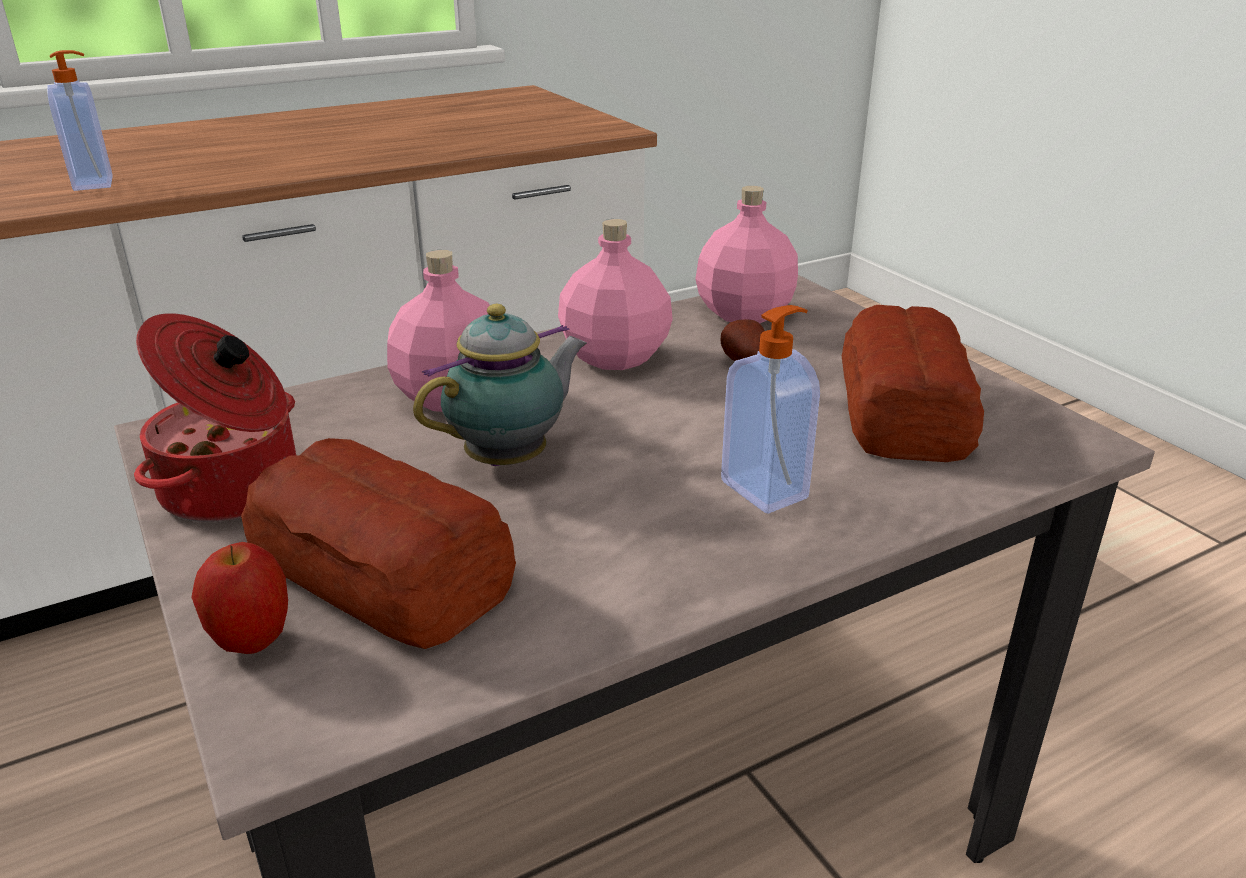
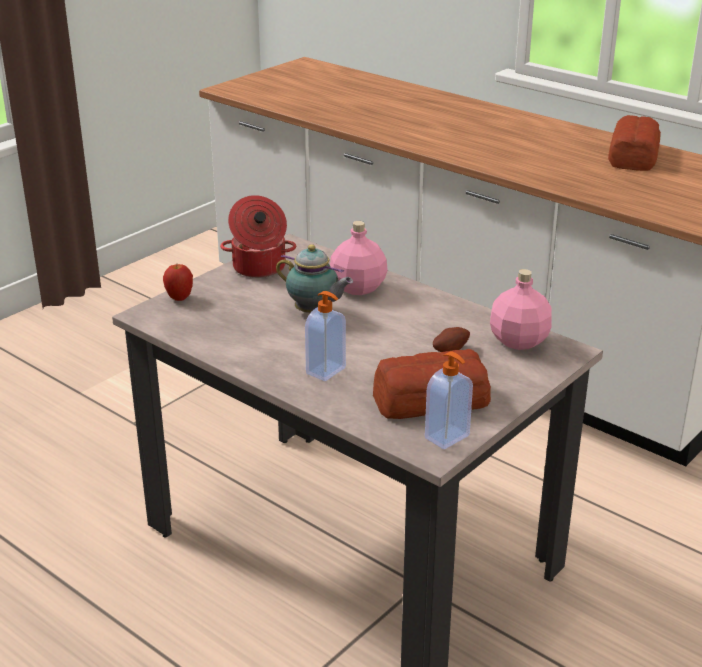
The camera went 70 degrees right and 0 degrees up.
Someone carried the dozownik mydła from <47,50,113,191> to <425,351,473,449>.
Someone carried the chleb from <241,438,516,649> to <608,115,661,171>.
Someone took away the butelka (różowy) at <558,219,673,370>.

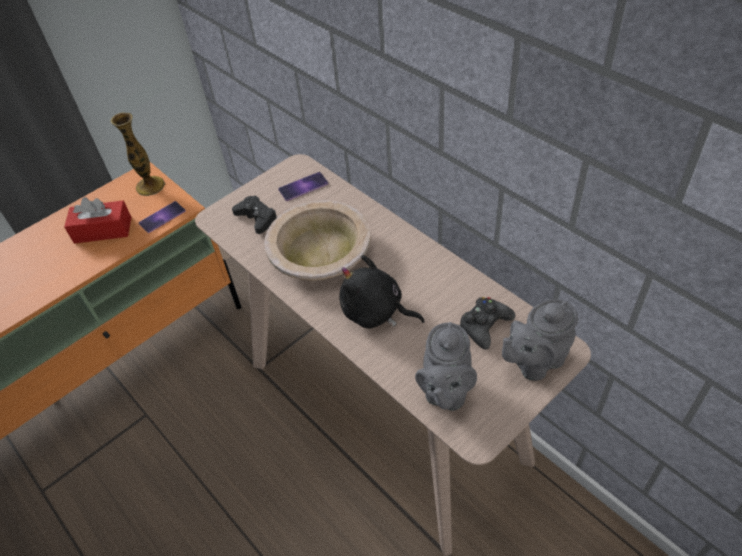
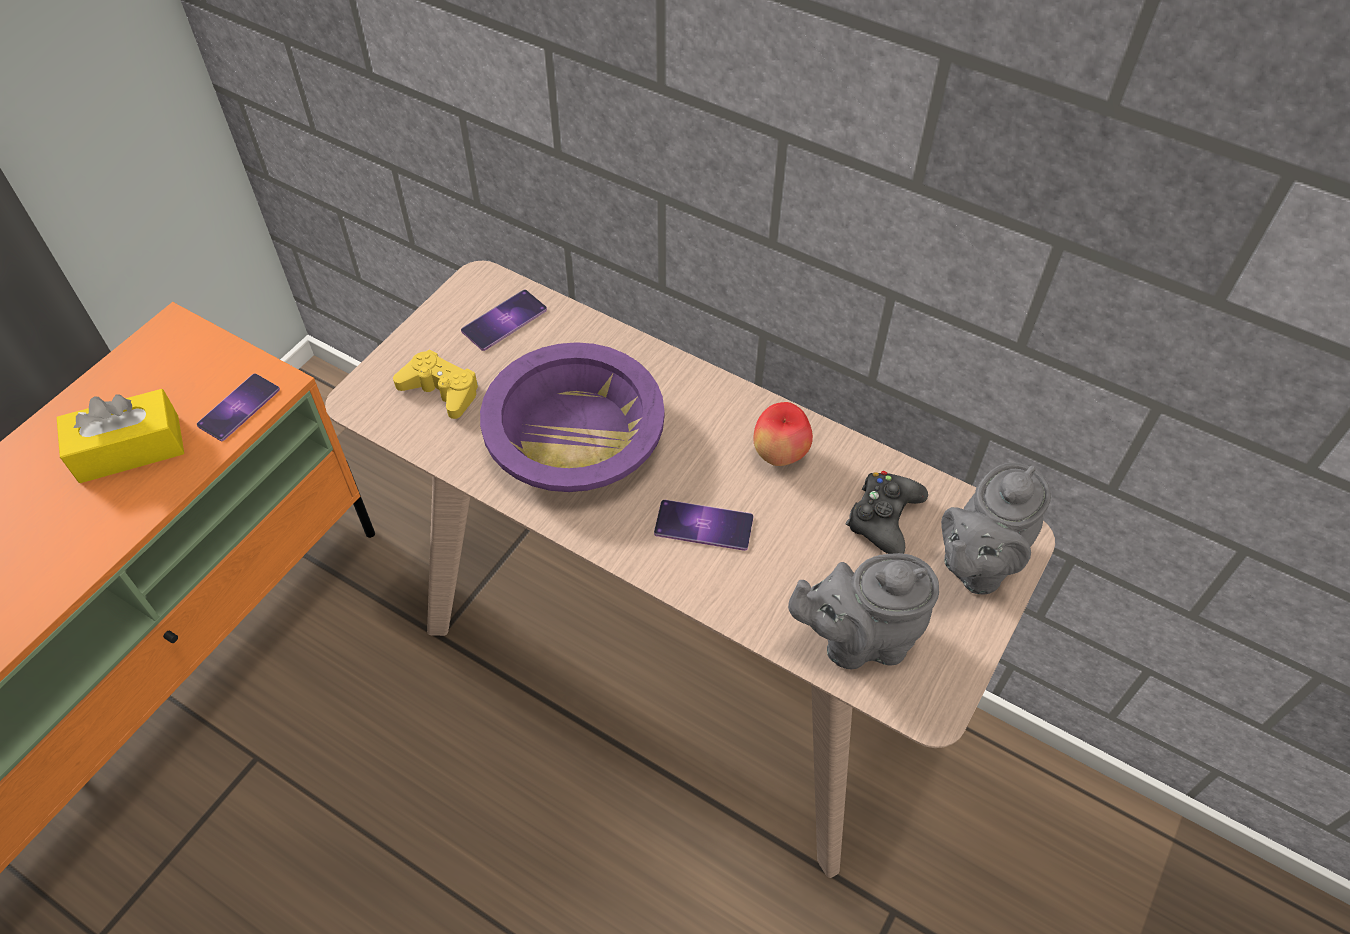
The camera went 20 degrees left and 5 degrees up.
Someone repainted the pudełko chusteczek (czerwony) at <64,197,132,244>, which became the pudełko chusteczek (żółty) at <57,389,184,483>.
Someone took away the wazon at <110,113,165,196>.
Someone repainted the pad do gier (czarny) at <232,195,277,234>, which became the pad do gier (żółty) at <393,349,479,419>.
Someone repainted the miska (beżowy) at <264,200,371,281>, which became the miska (fioletowy) at <480,342,664,492>.
Someone swapped the pluszak (czarny) at <339,255,425,328> for the telefon at <654,500,754,551>.
Someone rotated the imbryk (szary) at <415,322,477,411> by 90 degrees clockwise.
Someone put down the jabłko at <753,402,813,466>.

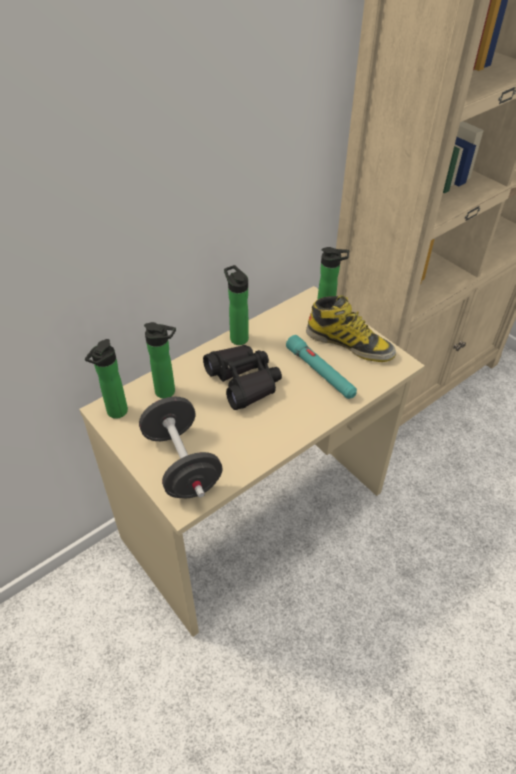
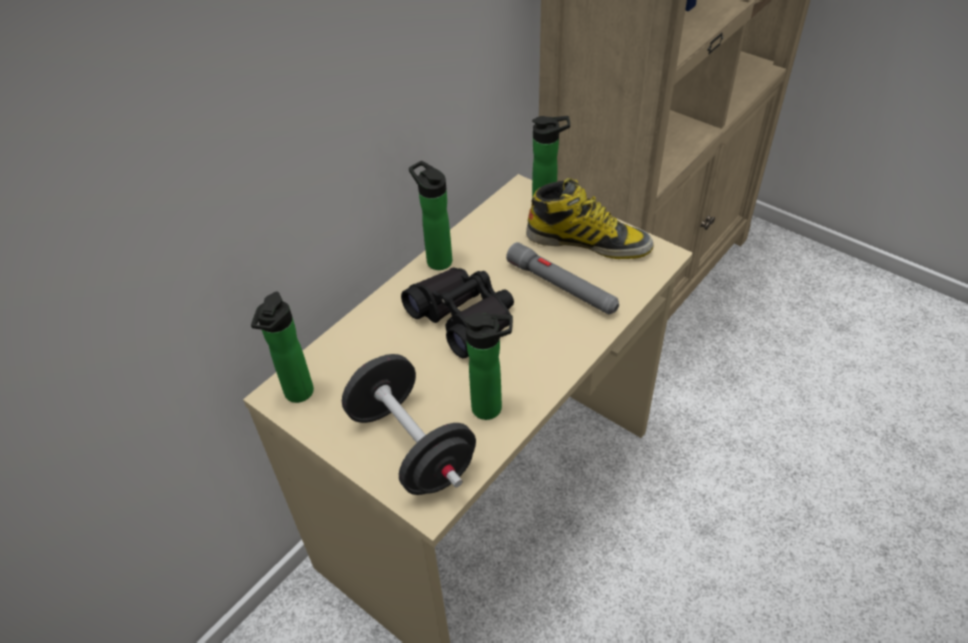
The camera went 10 degrees left and 0 degrees up.
Someone carried the butelka from <144,322,176,398> to <464,313,513,420>.
Someone repainted the latarka (turkusowy) at <286,335,357,399>, which became the latarka (szary) at <506,242,619,314>.

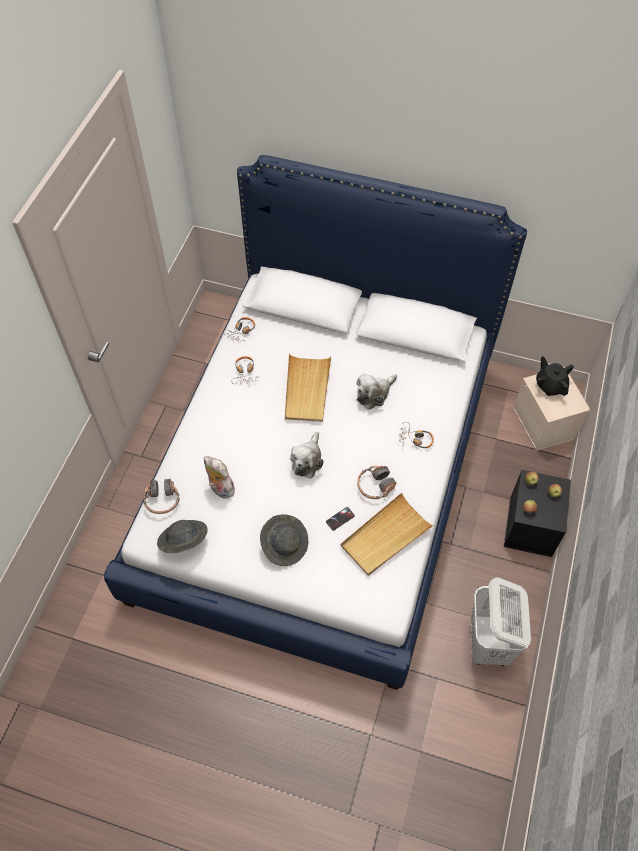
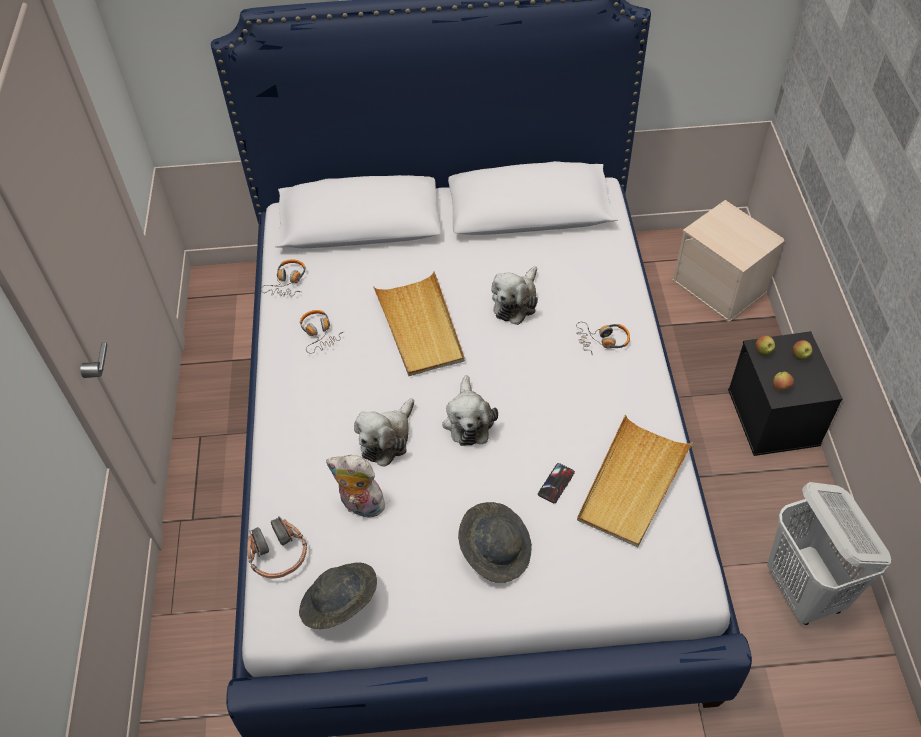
The camera went 20 degrees left and 5 degrees down.
Someone took away the słuchawki at <357,466,397,499>.
Someone took away the imbryk (czarny) at <536,356,574,396>.
Someone put down the pluszak at <354,398,414,466>.

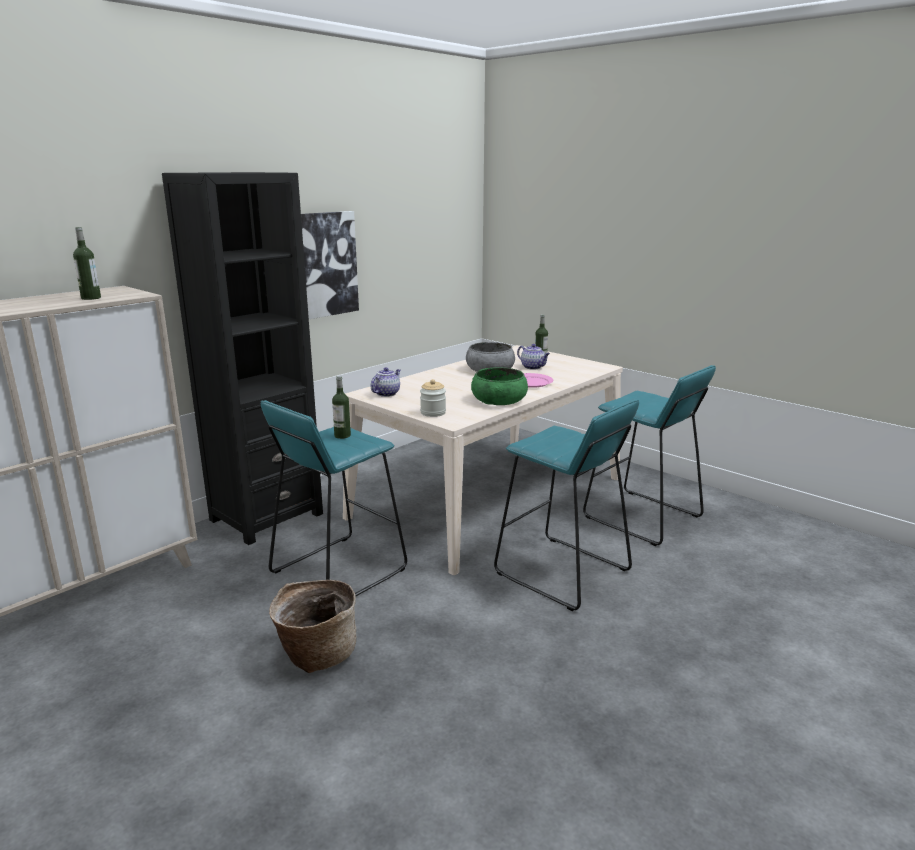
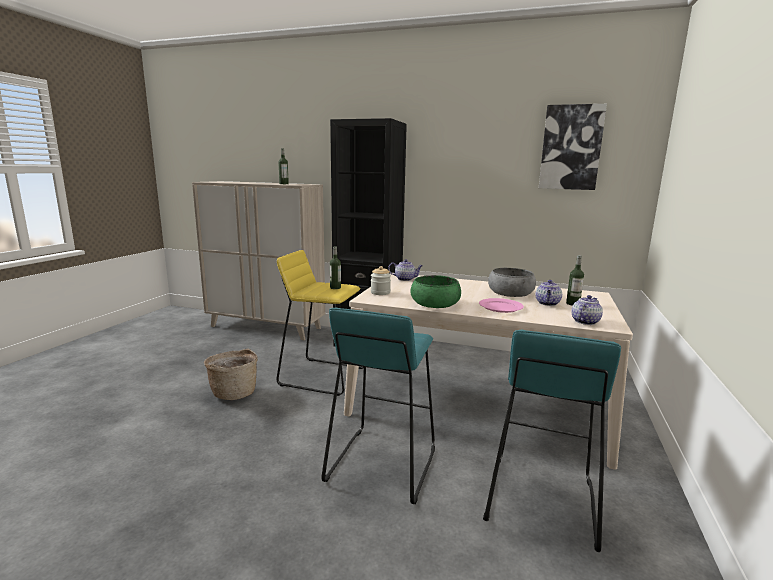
The camera went 65 degrees right and 5 degrees down.
Someone repainted the stołek (turkusowy) at <261,400,407,596>, which became the stołek (żółty) at <276,250,364,396>.
Someone carried the obraz from <301,211,359,319> to <539,104,607,190>.
Someone put down the imbryk at <571,295,603,325>.

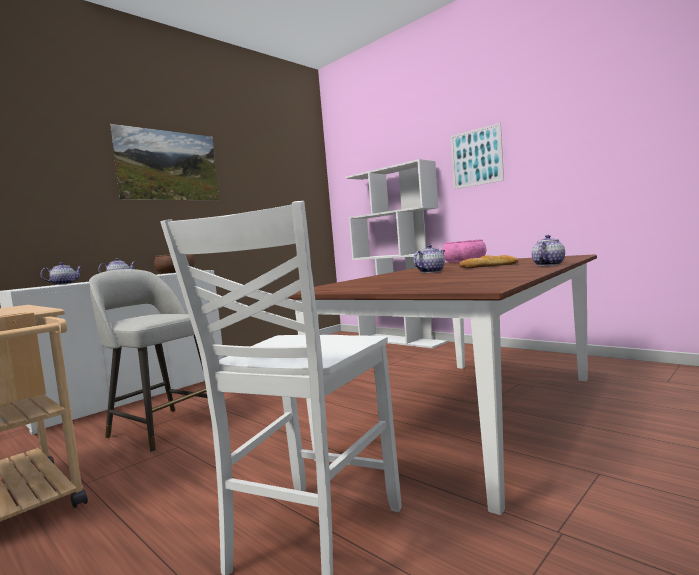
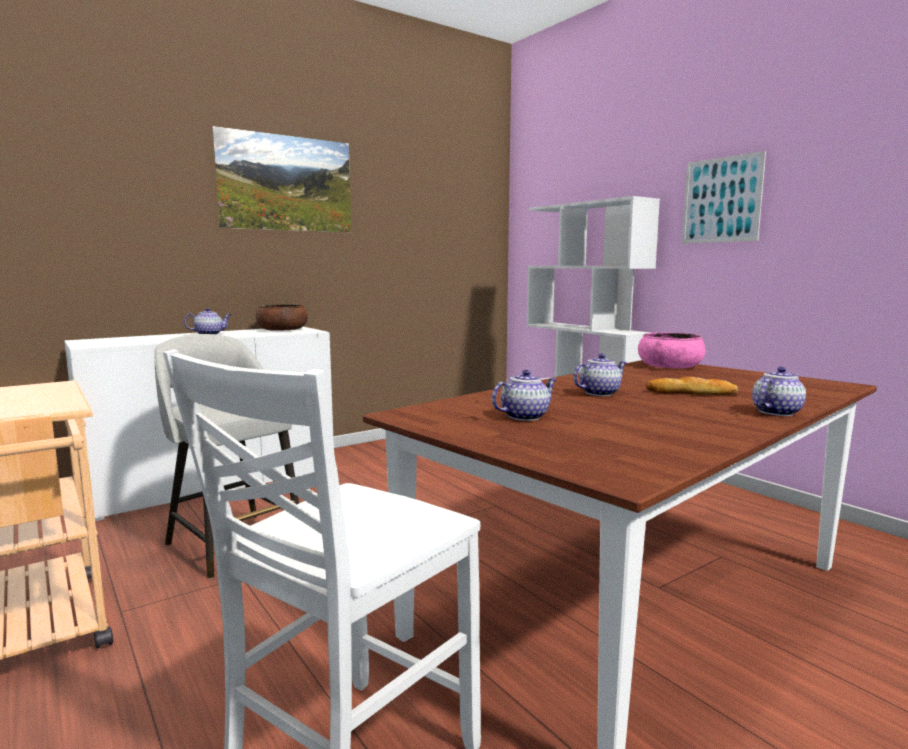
The camera went 10 degrees right and 5 degrees up.
Someone carried the imbryk from <41,262,82,285> to <492,370,557,421>.

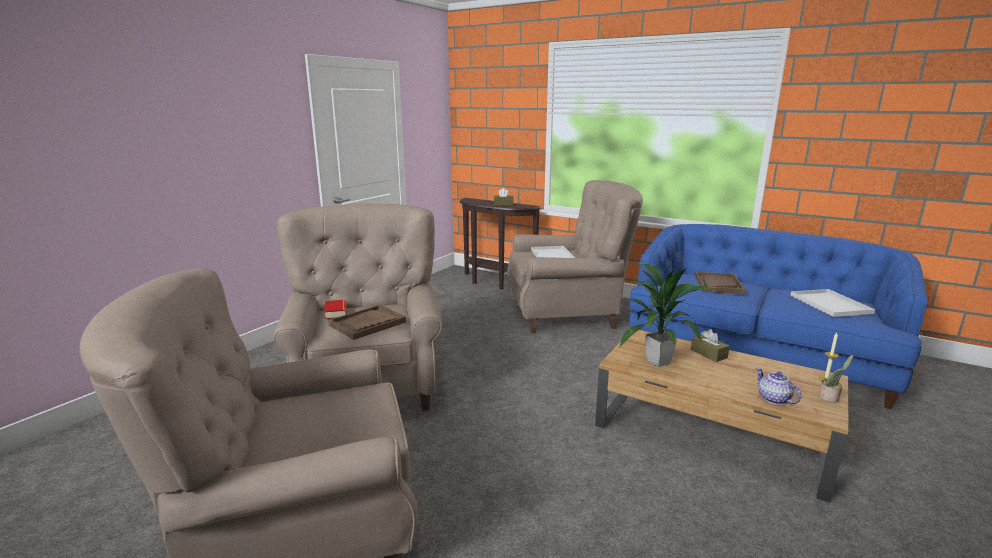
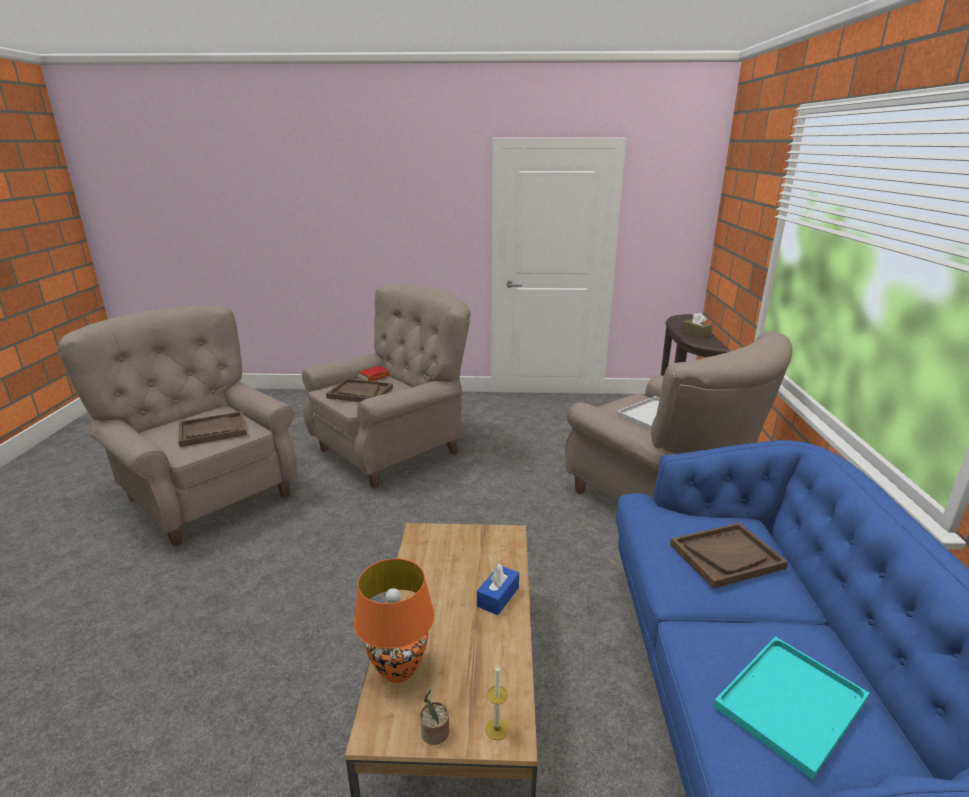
The camera went 60 degrees right and 5 degrees up.
Someone took away the roślina doniczkowa at <619,262,715,367>.
Someone repainted the pudełko chusteczek (brązowy) at <691,329,730,362>, which became the pudełko chusteczek (niebieski) at <477,563,519,615>.
Someone swapped the imbryk at <756,368,801,405> for the lampa stołowa (pomarańczowy) at <354,558,435,683>.
Someone repainted the taca (biały) at <790,289,875,317>, which became the taca (turkusowy) at <713,636,870,780>.
Someone put down the taca (brązowy) at <178,411,247,447>.

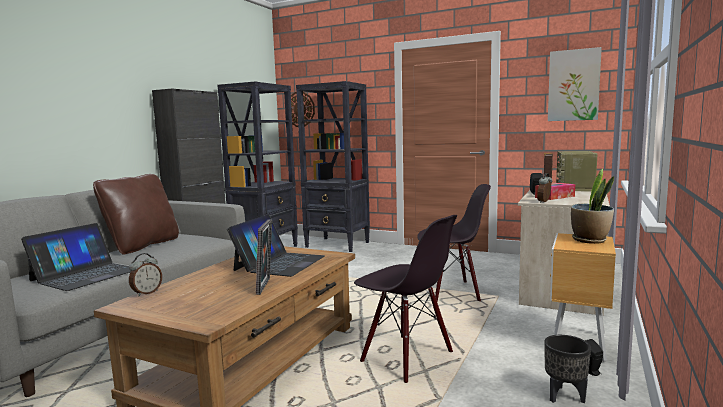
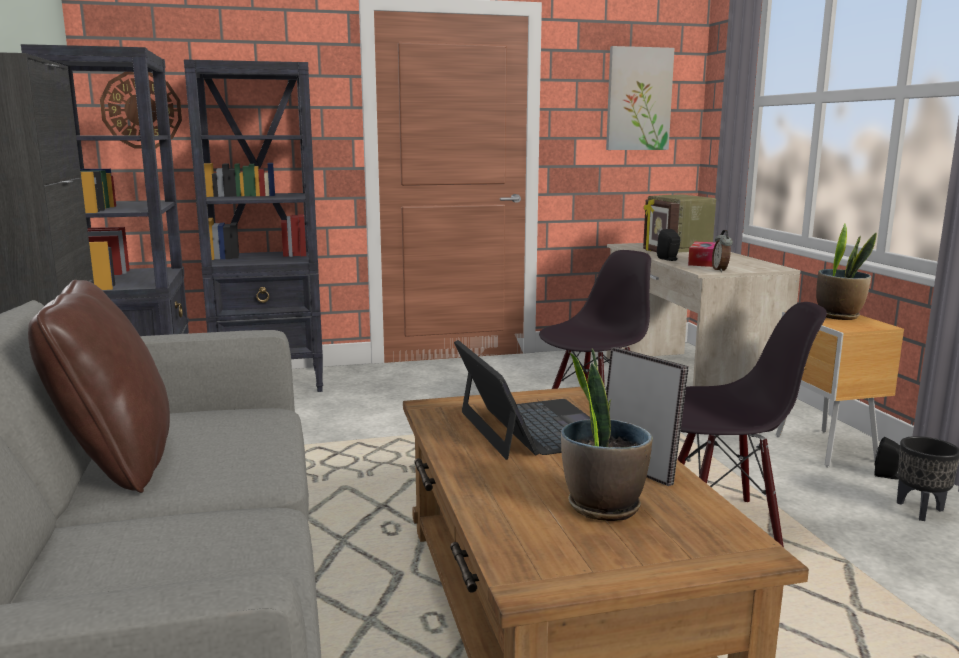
The camera went 40 degrees left and 5 degrees up.
Someone took away the laptop at <21,223,131,291>.
Someone took away the budzik at <129,253,162,296>.
Someone put down the roślina doniczkowa at <561,348,652,521>.

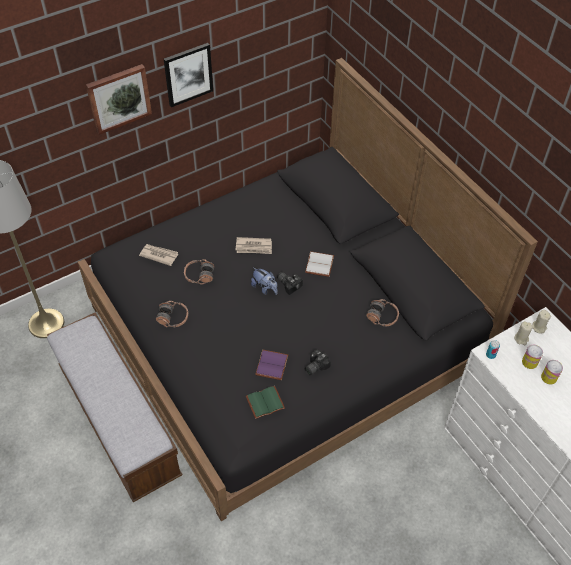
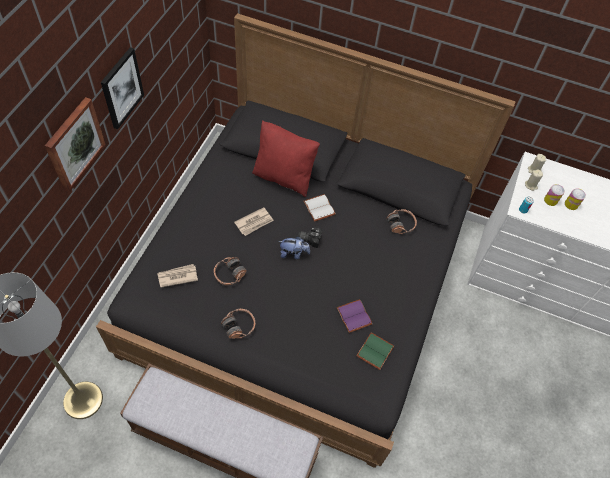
The camera went 40 degrees left and 5 degrees up.
Someone took away the aparat fotograficzny at <305,349,331,375>.
Someone put down the poduszka (czerwony) at <252,120,320,197>.

